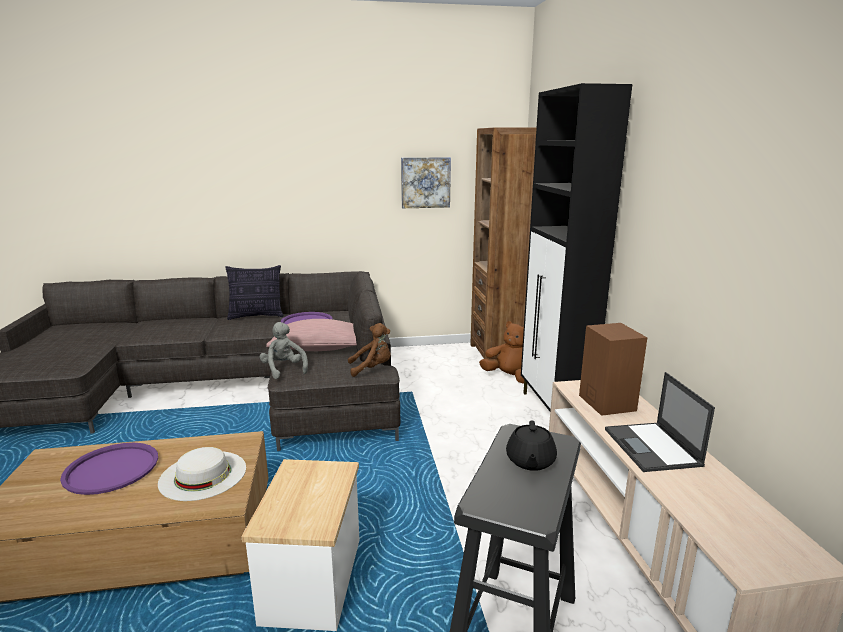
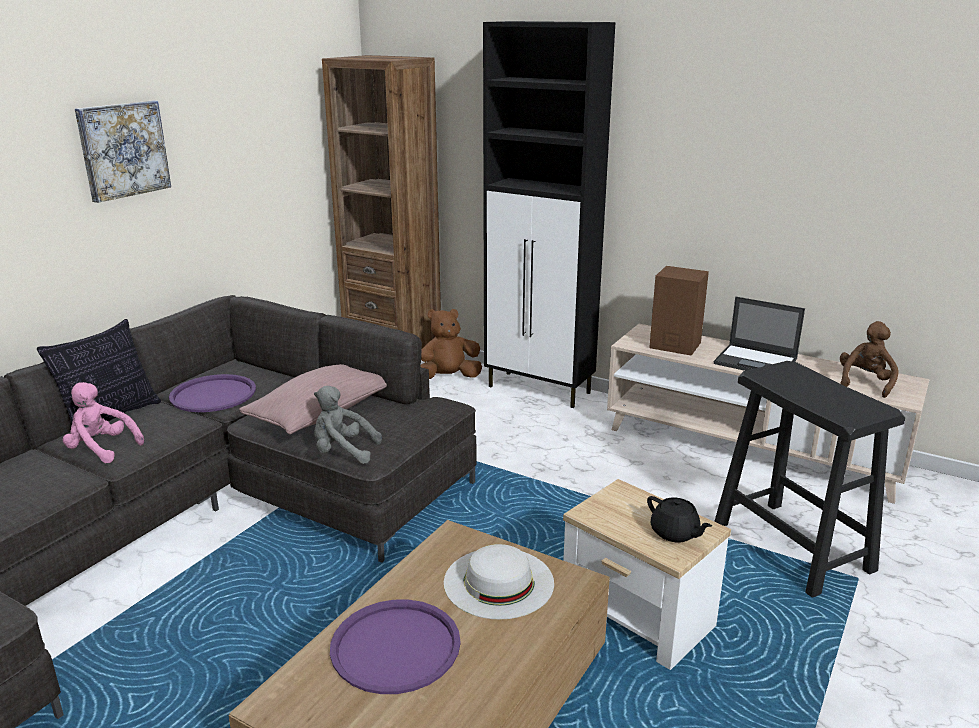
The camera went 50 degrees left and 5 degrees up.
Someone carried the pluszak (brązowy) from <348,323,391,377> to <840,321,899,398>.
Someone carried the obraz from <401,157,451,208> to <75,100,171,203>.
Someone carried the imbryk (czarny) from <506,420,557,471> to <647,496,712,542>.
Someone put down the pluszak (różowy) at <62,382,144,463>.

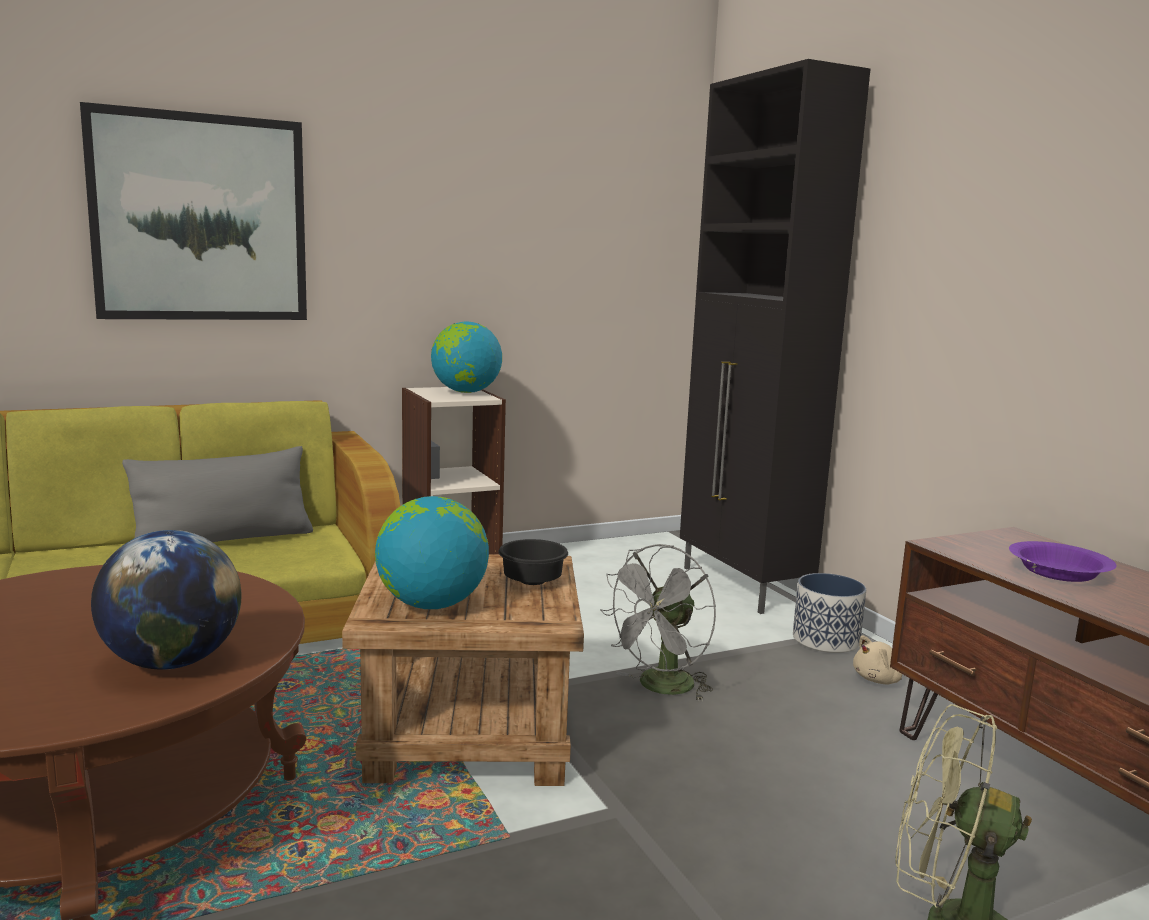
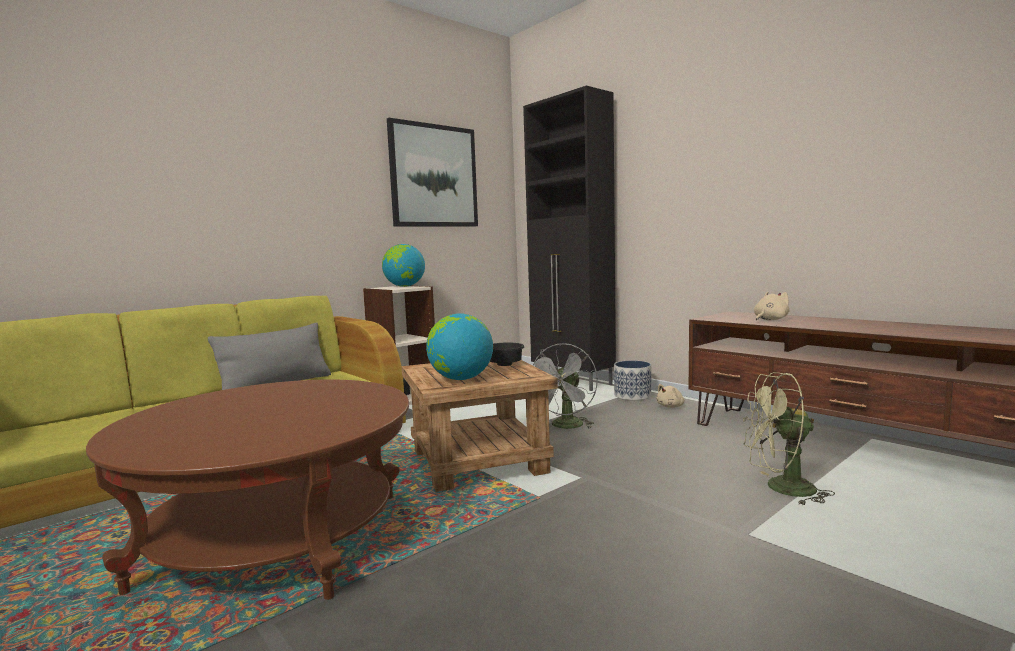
The camera went 15 degrees left and 5 degrees down.
Someone carried the obraz from <80,102,307,320> to <387,118,478,226>.
Someone took away the globus at <91,530,242,670>.
Someone swapped the miska (fioletowy) at <1009,541,1116,582> for the pluszak (beżowy) at <754,292,789,321>.

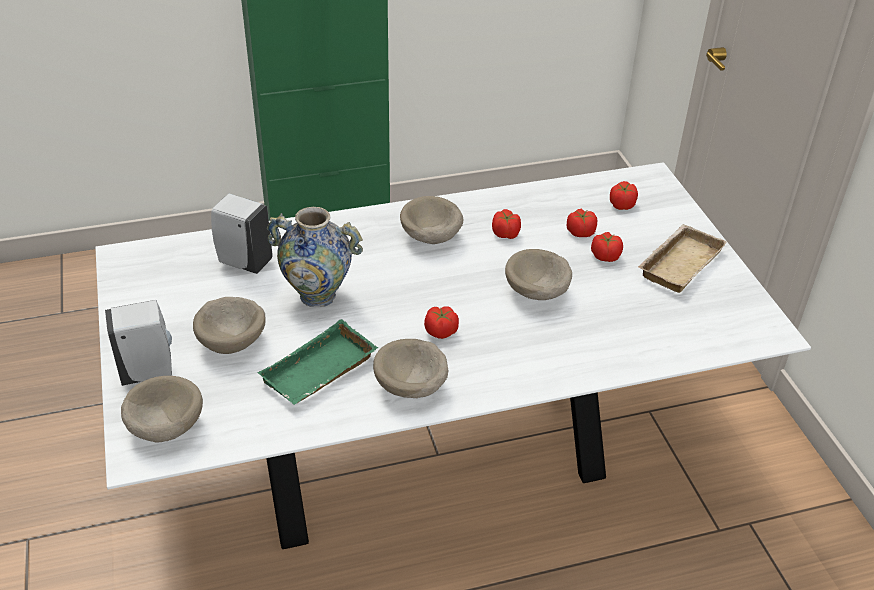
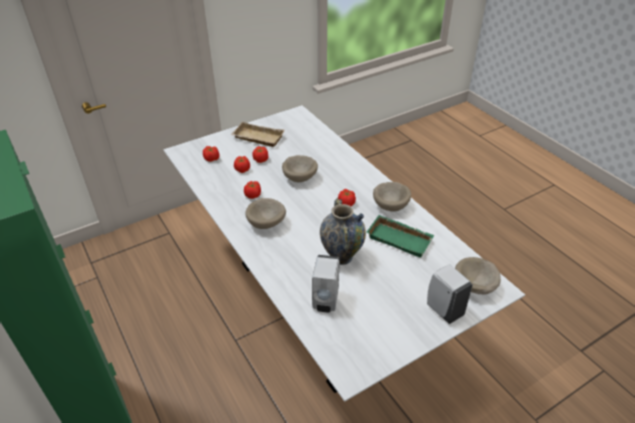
The camera went 105 degrees left and 0 degrees up.
Someone took away the miska (beżowy) at <193,297,265,354>.

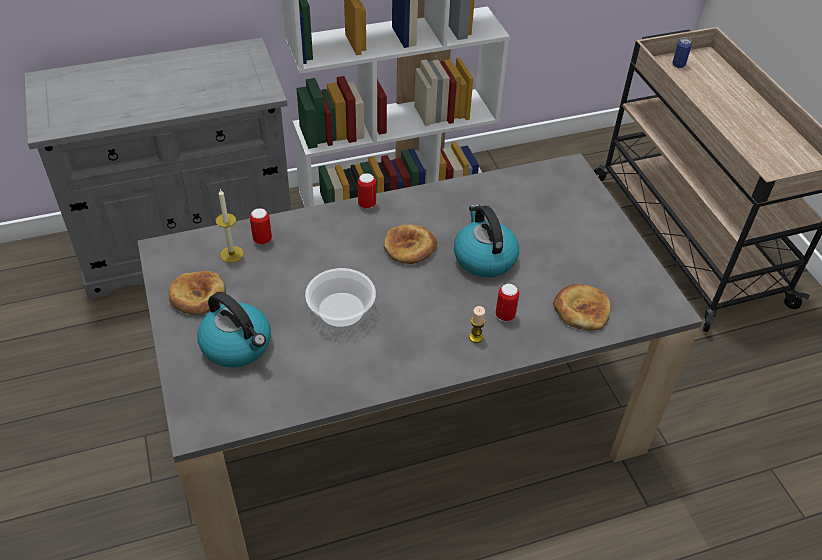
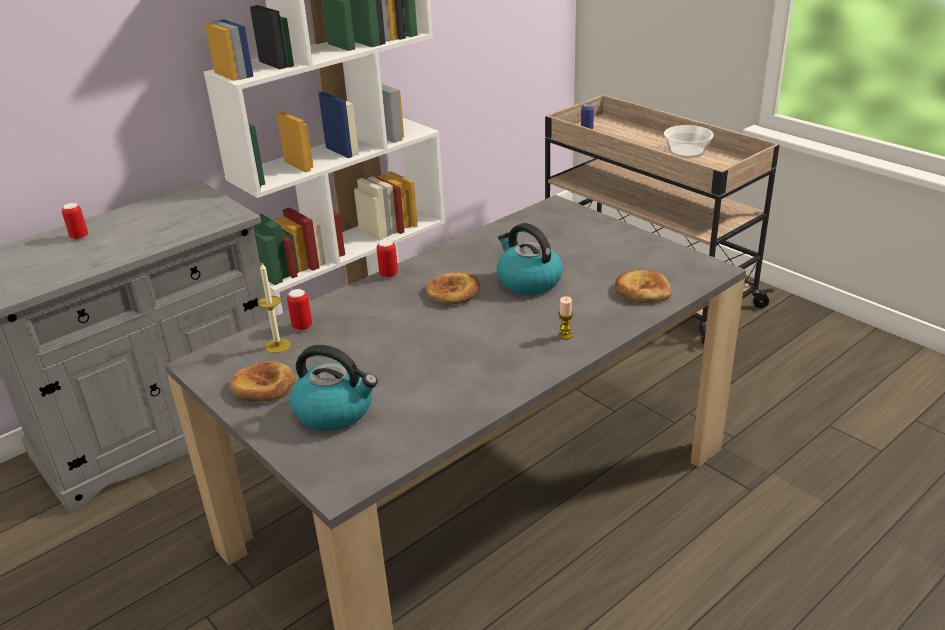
The camera went 20 degrees left and 15 degrees down.
Someone carried the miska from <305,268,376,330> to <664,125,714,158>.
Someone carried the puszka from <496,284,519,322> to <62,203,88,240>.

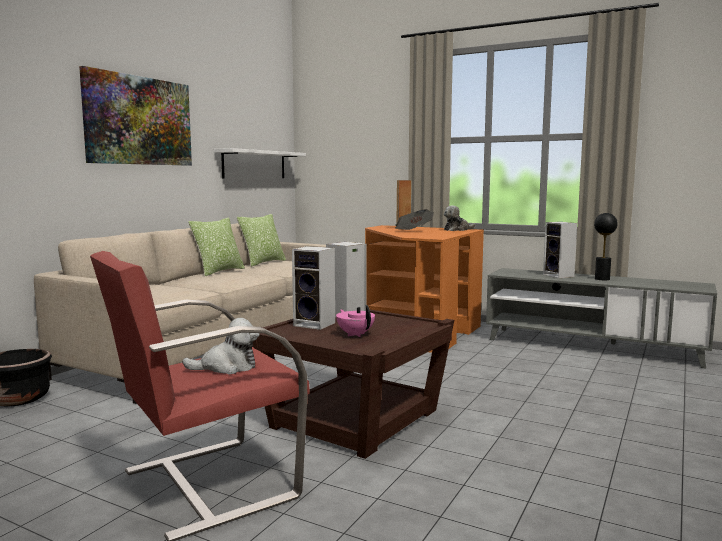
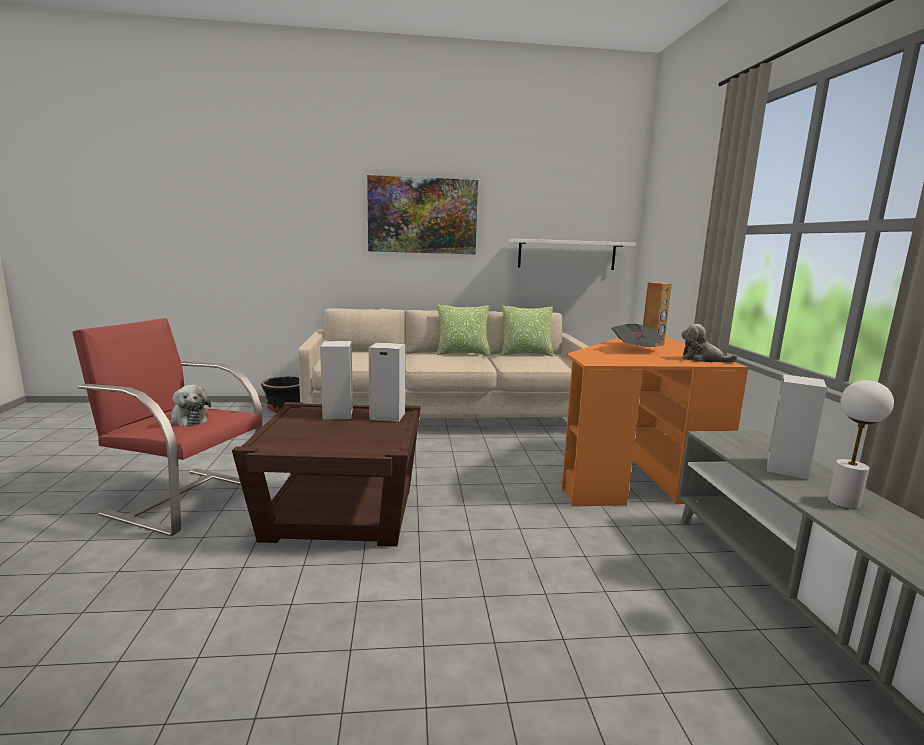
The camera went 55 degrees right and 5 degrees up.
Someone took away the imbryk (różowy) at <336,305,375,337>.
Someone repainted the lampa stołowa (czarny) at <594,213,618,280>, which became the lampa stołowa (biały) at <828,380,894,509>.

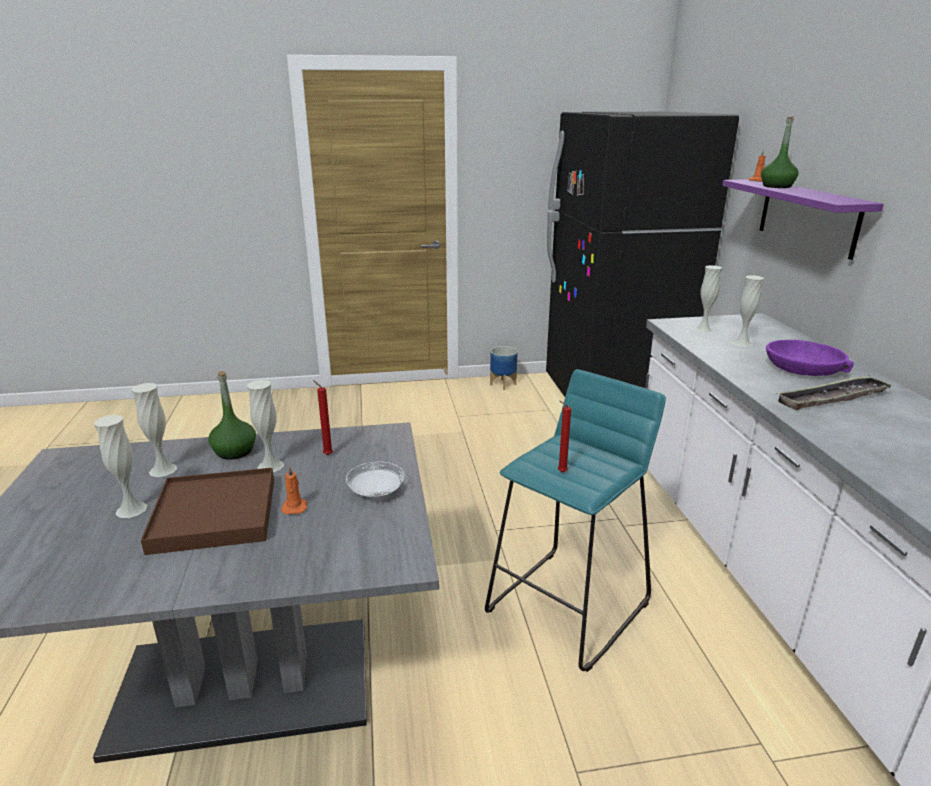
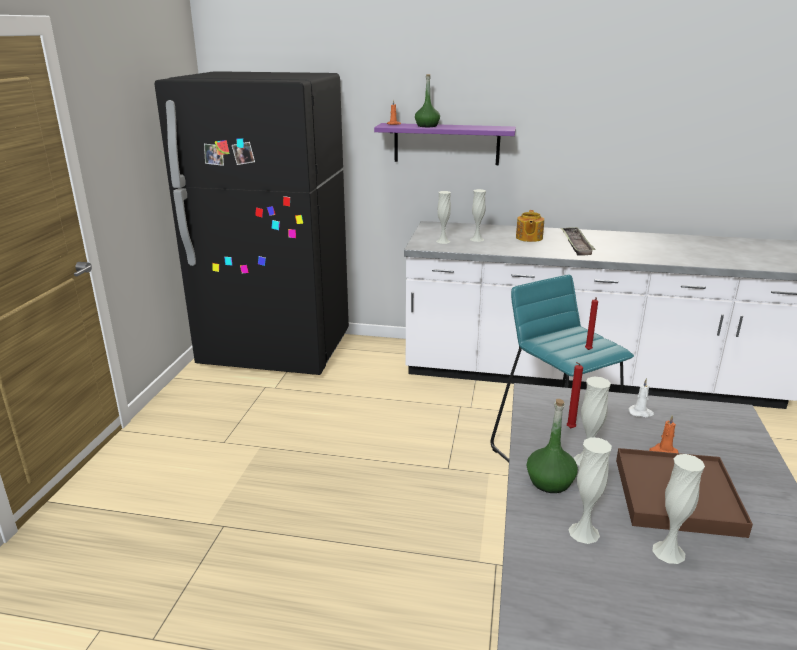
The camera went 70 degrees left and 0 degrees up.
Someone swapped the talerz (biały) at <346,462,405,497> for the świeca (biały) at <628,378,654,417>.
Someone took away the donica at <490,346,518,390>.
Someone swapped the miska (fioletowy) at <766,340,854,376> for the imbryk at <516,210,544,242>.

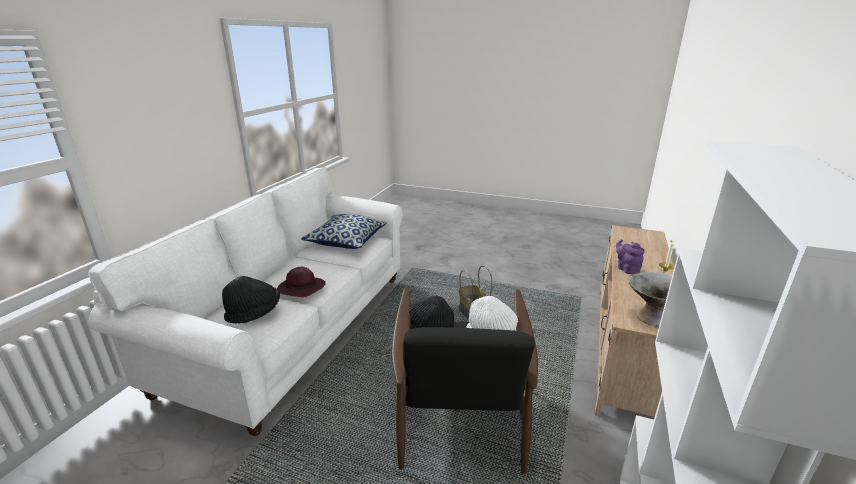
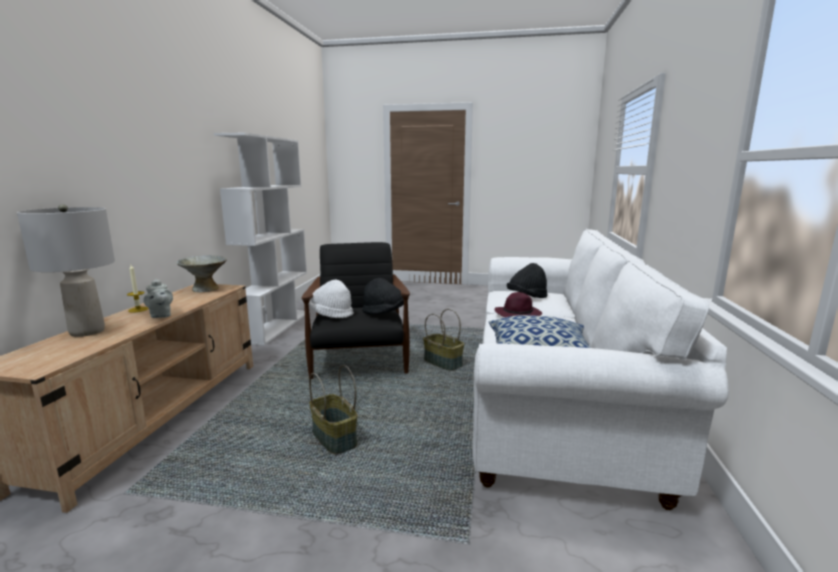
The camera went 170 degrees right and 10 degrees down.
Someone repainted the imbryk (fioletowy) at <616,239,645,274>, which became the imbryk (szary) at <143,279,173,318>.
Someone put down the lampa stołowa (szary) at <17,204,115,337>.
Someone put down the koszyk at <423,309,464,371>.

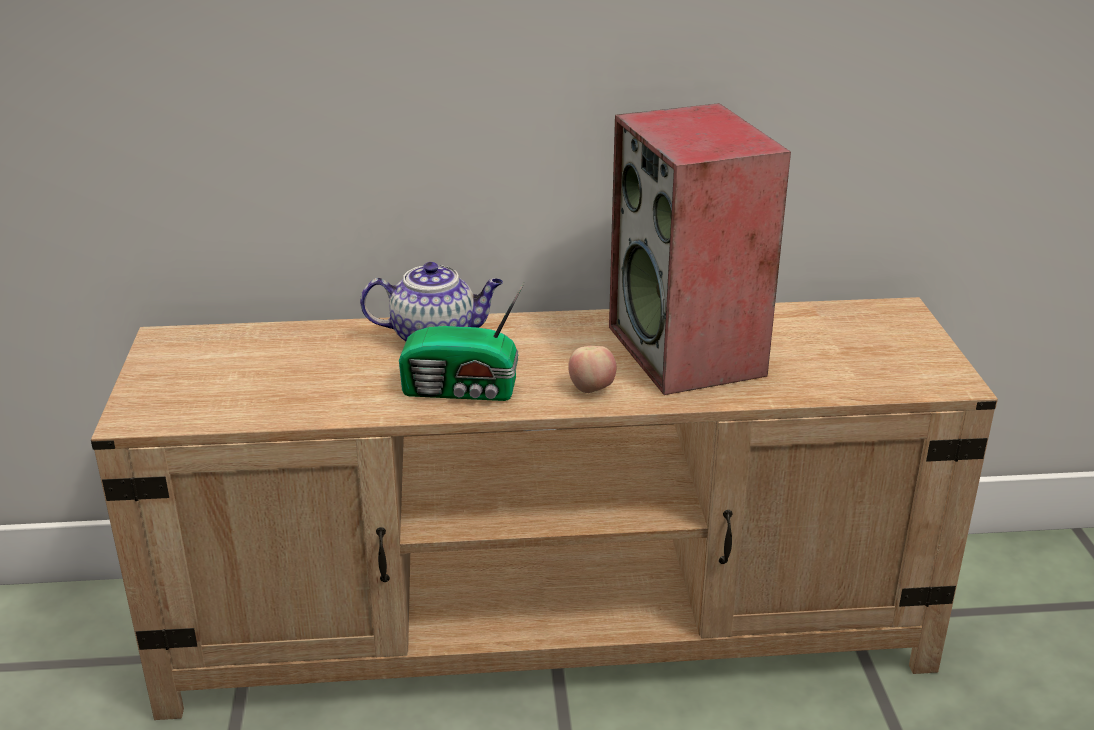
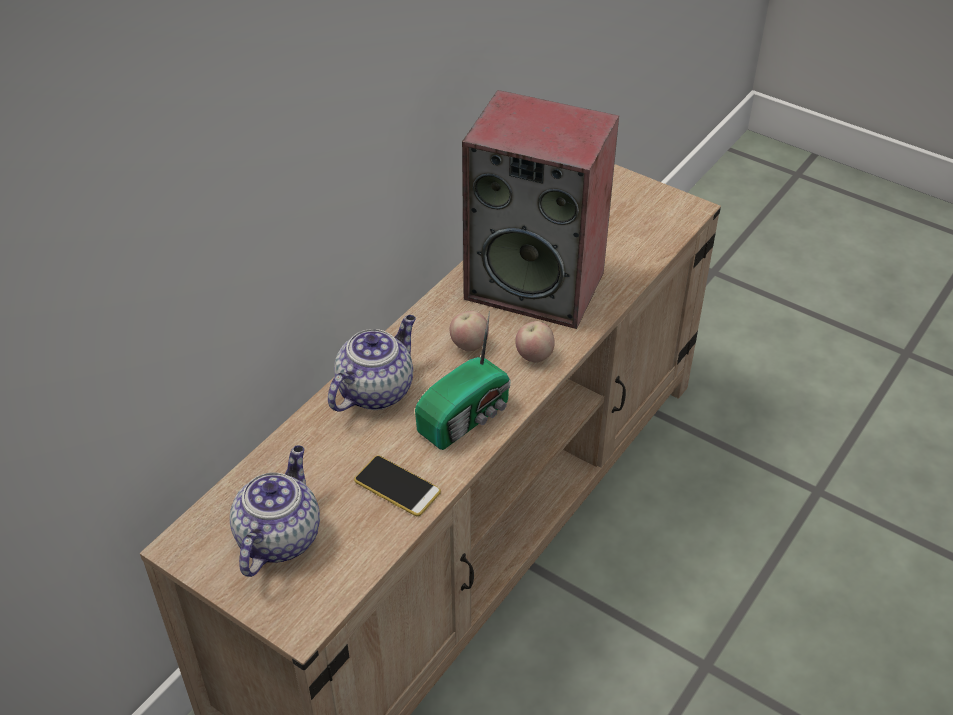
The camera went 50 degrees left and 15 degrees up.
Someone put down the imbryk at <230,445,320,577>.
Someone put down the telefon at <354,456,441,516>.
Someone put down the jabłko at <450,311,489,352>.

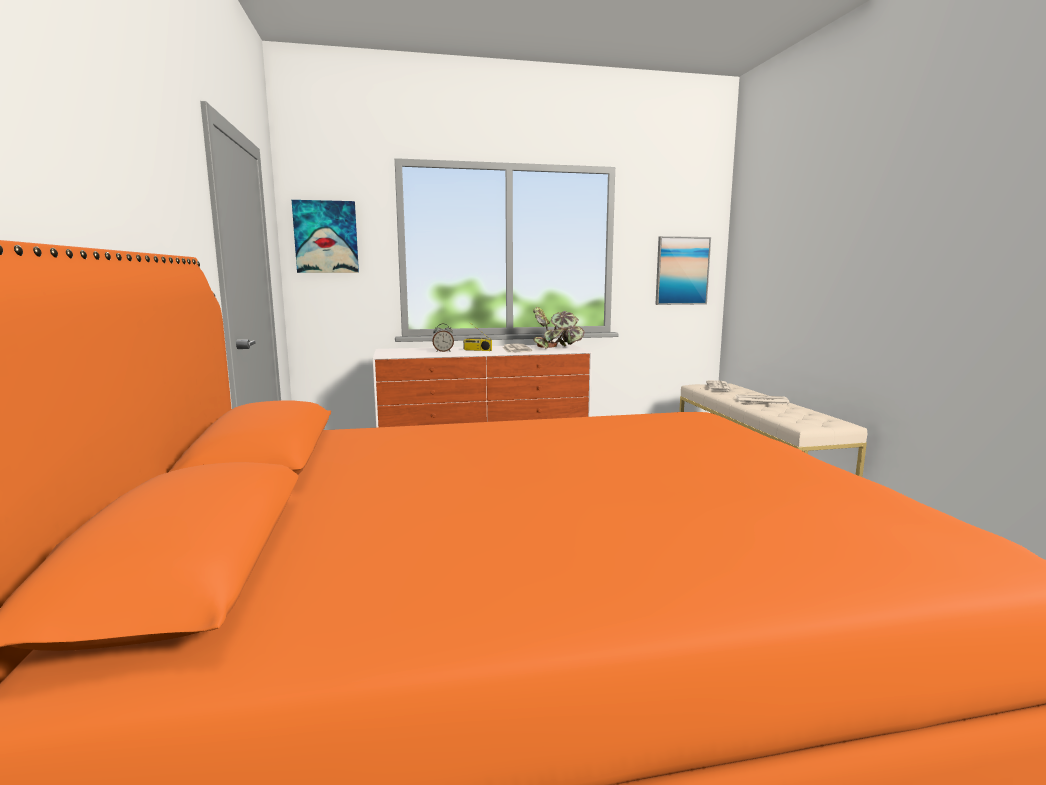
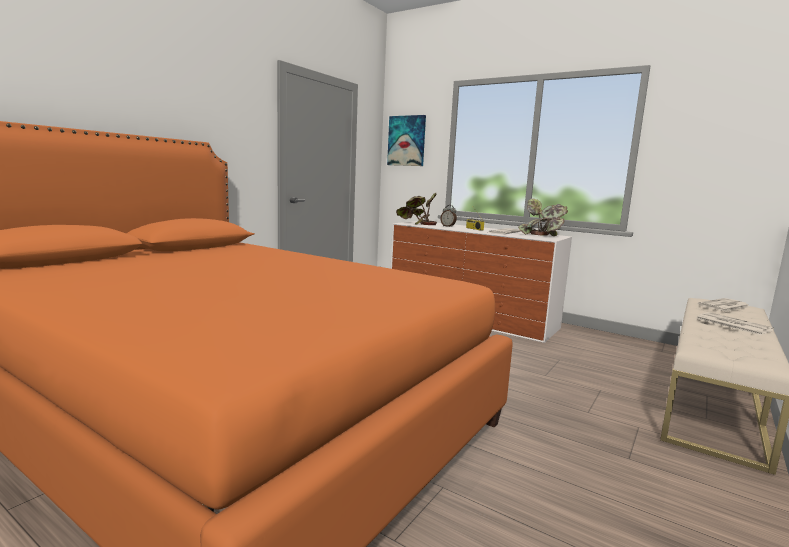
The camera went 45 degrees right and 0 degrees up.
Someone took away the obraz at <655,236,711,305>.
Someone put down the roślina doniczkowa at <396,193,437,225>.

